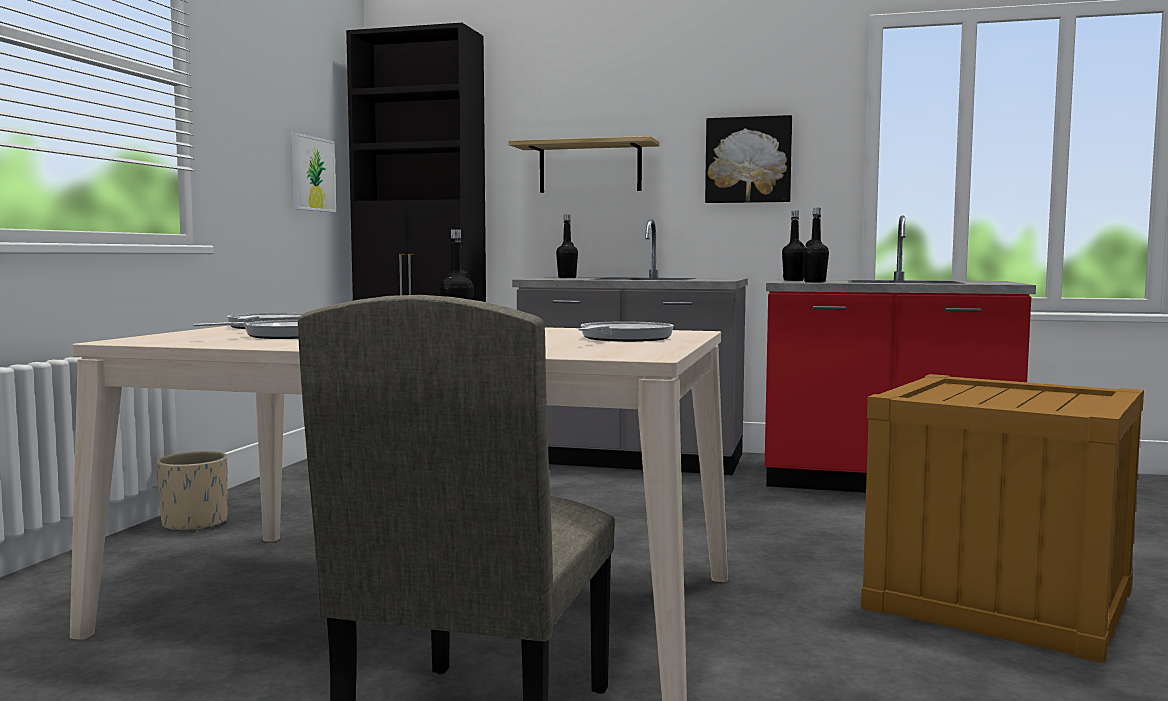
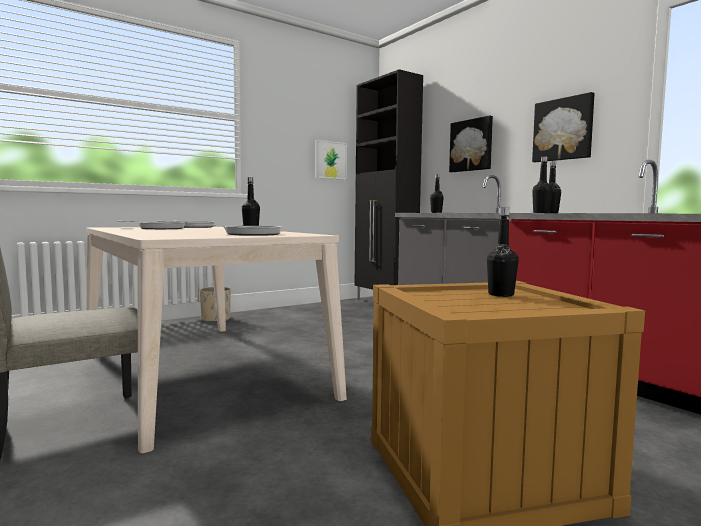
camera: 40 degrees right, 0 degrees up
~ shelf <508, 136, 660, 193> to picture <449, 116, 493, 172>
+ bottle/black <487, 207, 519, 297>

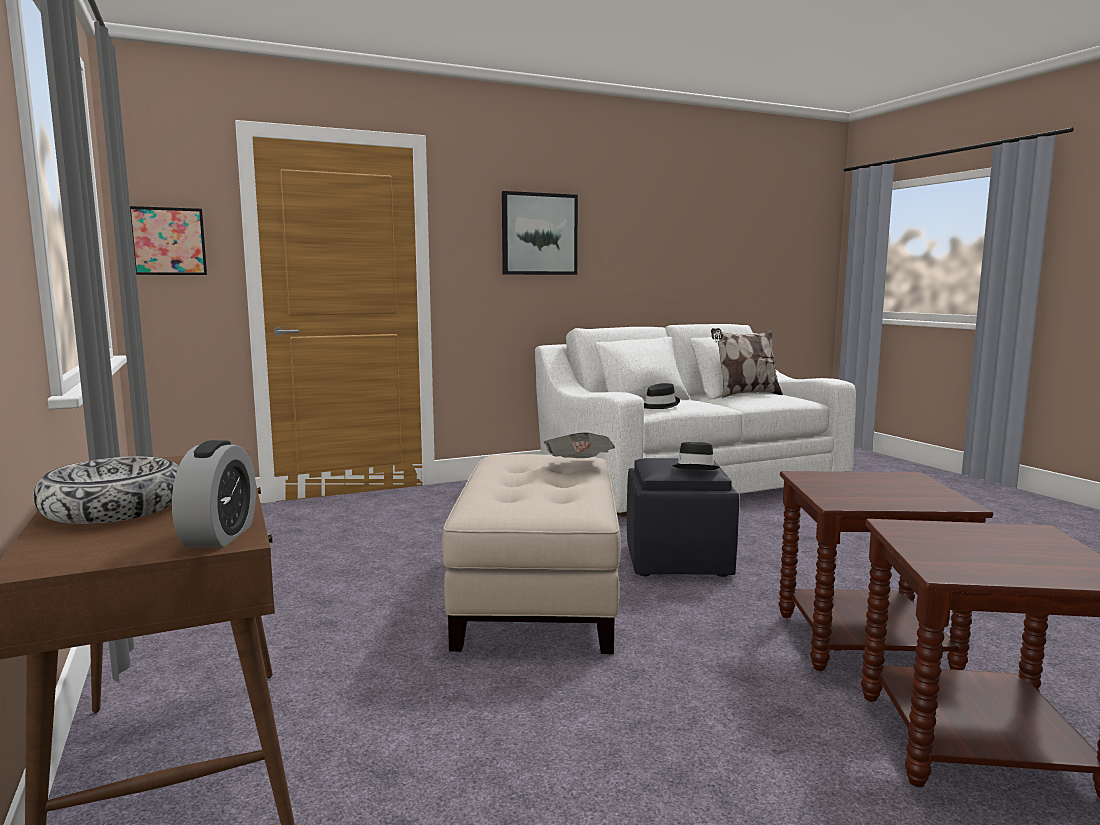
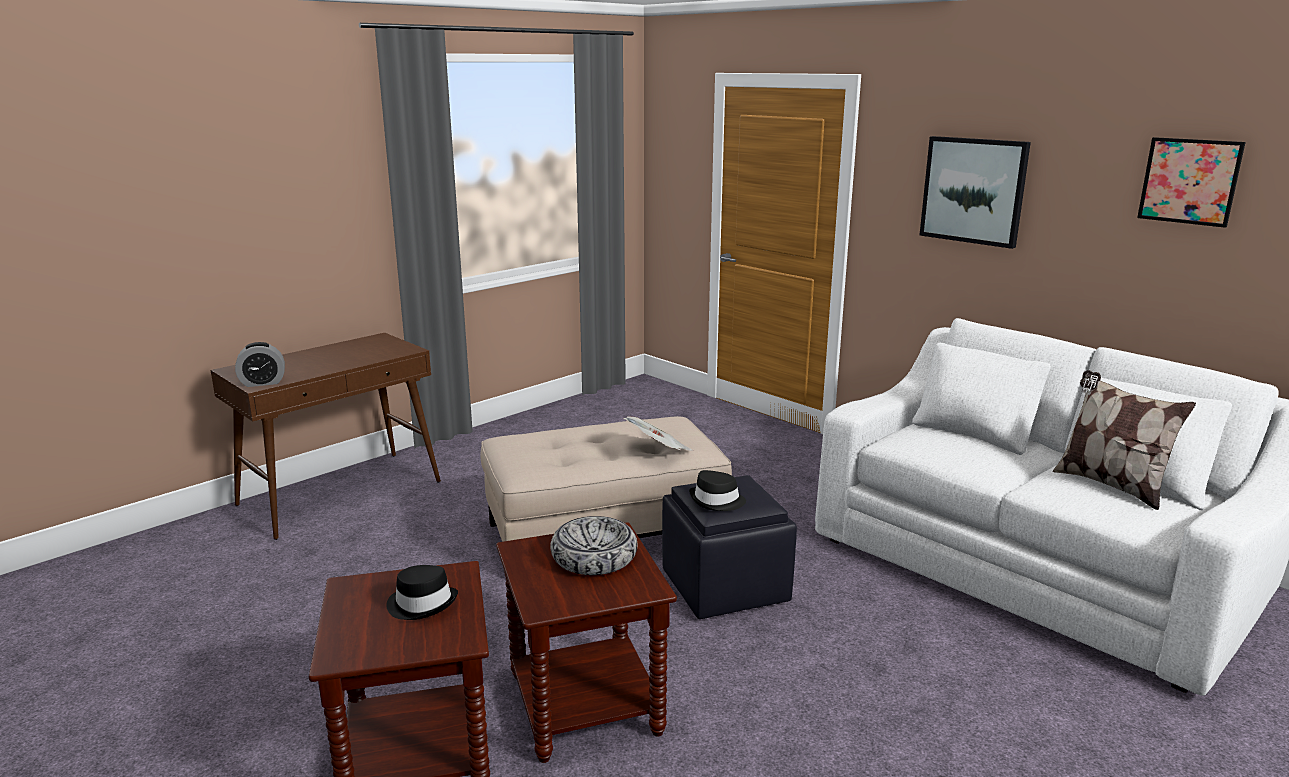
camera: 70 degrees right, 10 degrees up
~ bowl <33, 456, 179, 524> to <550, 516, 638, 575>
~ picture <130, 206, 207, 275> to <1137, 137, 1246, 228>
~ hat/black <644, 383, 680, 409> to <386, 565, 458, 620>

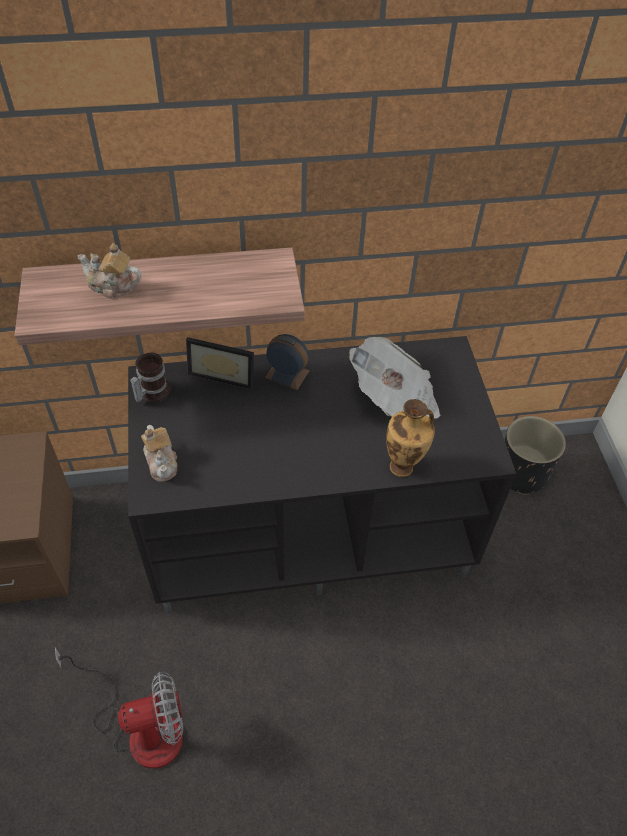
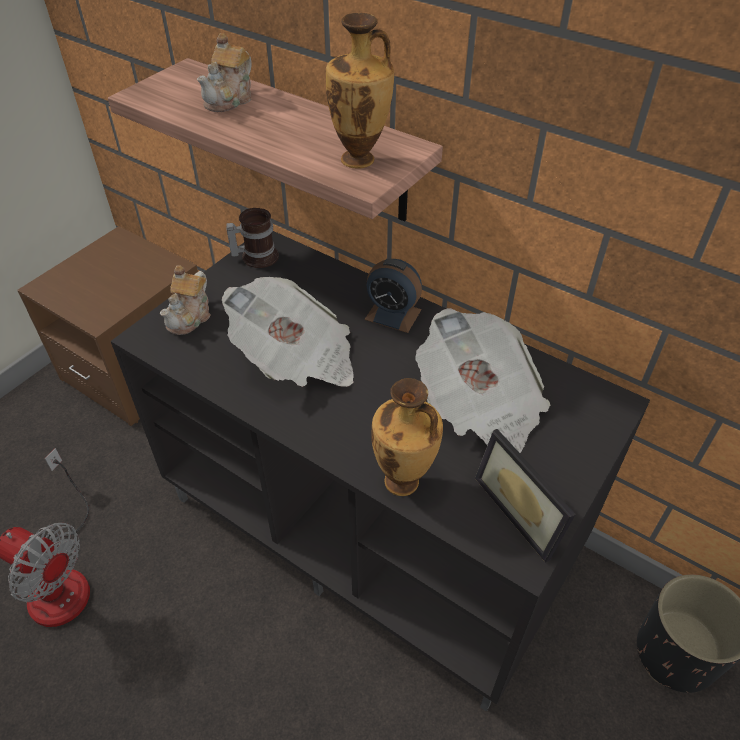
camera: 45 degrees right, 5 degrees down
~ teapot <78, 243, 141, 299> = <197, 33, 252, 112> 120 degrees counterclockwise
~ picture frame <186, 337, 254, 390> to <475, 429, 576, 562>
~ alarm clock <265, 334, 310, 390> = <365, 259, 422, 333> 135 degrees clockwise
+ newspaper <222, 277, 354, 387>
+ vase <326, 13, 394, 169>

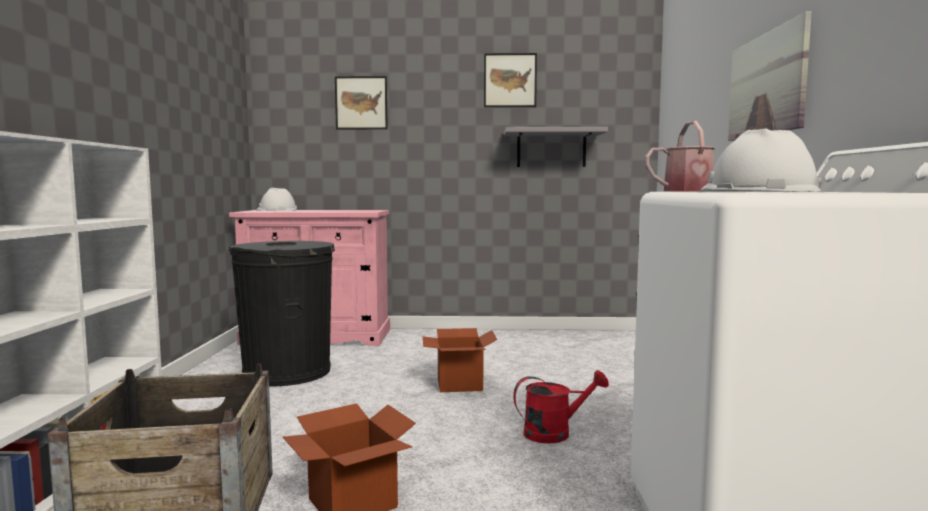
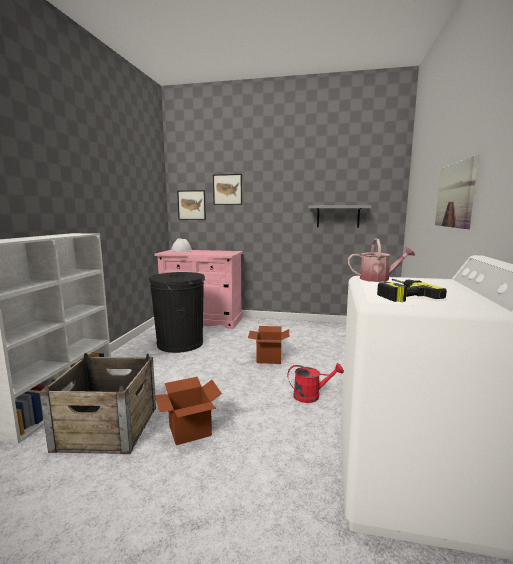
camera: 10 degrees right, 5 degrees up
~ picture <484, 53, 537, 107> to <177, 190, 206, 220>
~ hard hat/white <700, 129, 821, 192> to power drill <377, 278, 447, 302>

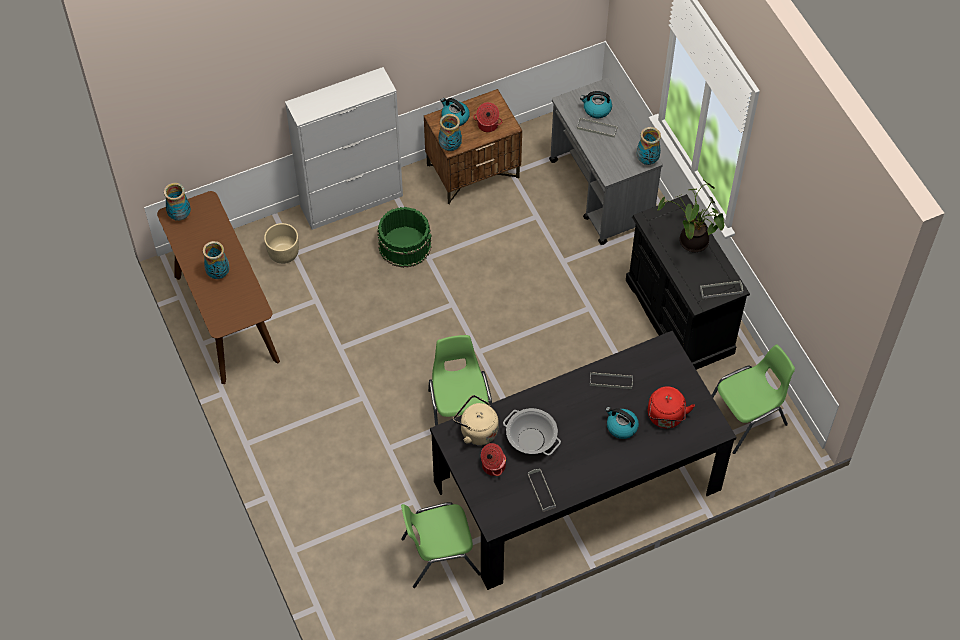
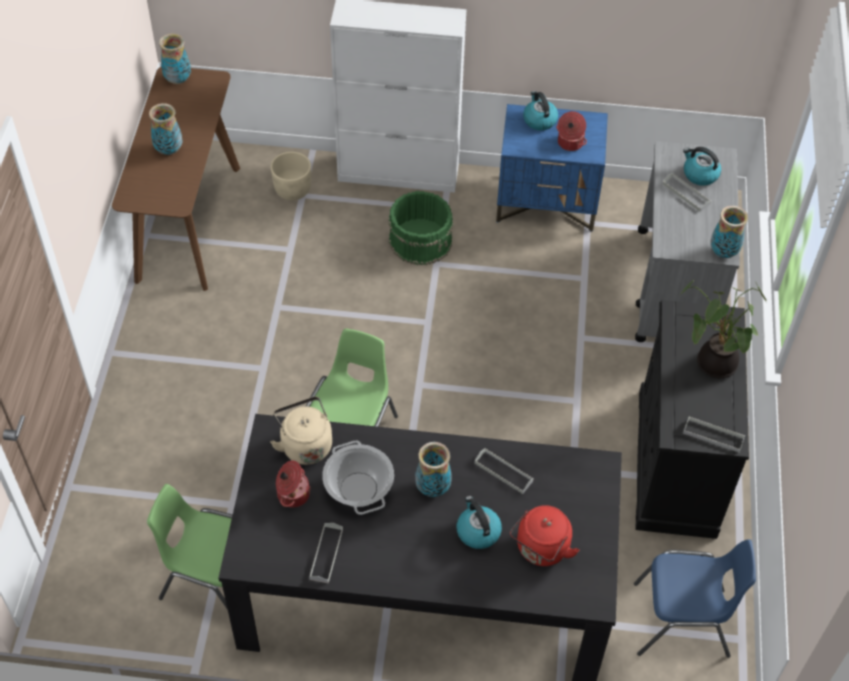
camera: 30 degrees right, 5 degrees down
~ nightstand/brown <424, 89, 522, 204> to nightstand/blue <496, 104, 608, 232>
~ vase <438, 114, 462, 151> to <415, 442, 452, 497>
~ chair/green <712, 345, 795, 454> to chair/blue <634, 539, 756, 658>

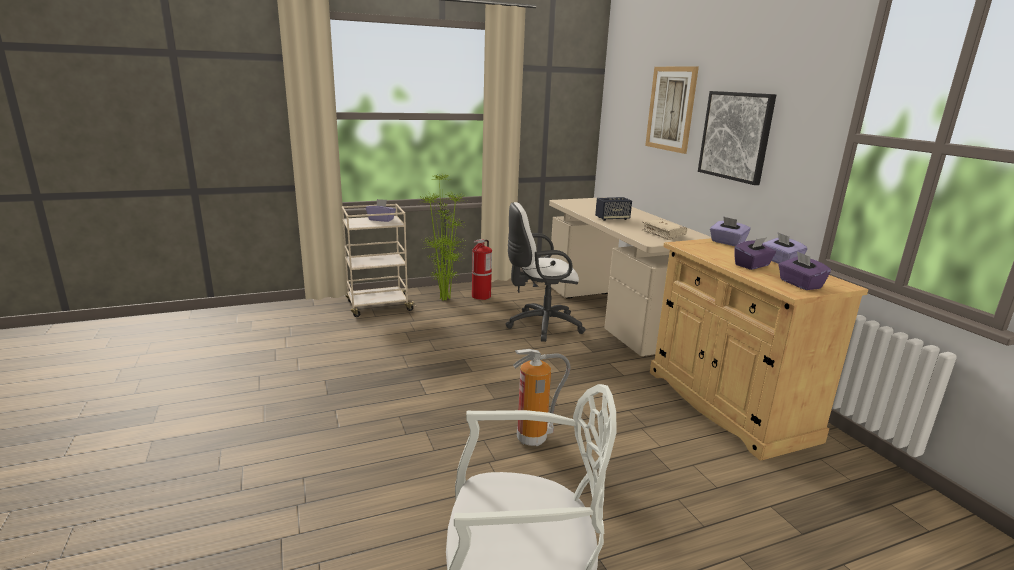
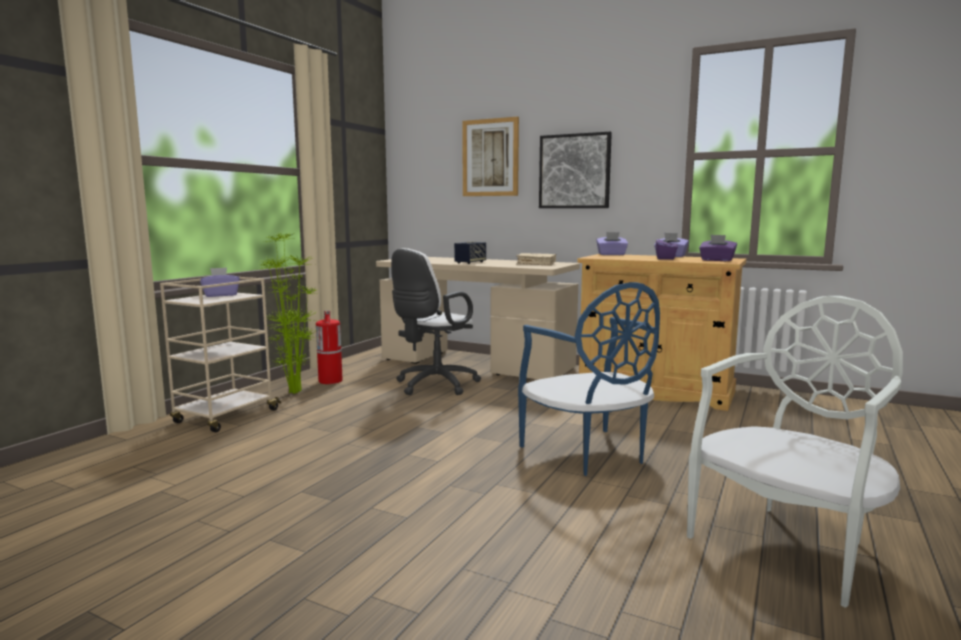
camera: 40 degrees left, 10 degrees down
~ fire extinguisher <513, 349, 570, 446> to chair/blue <518, 282, 660, 476>

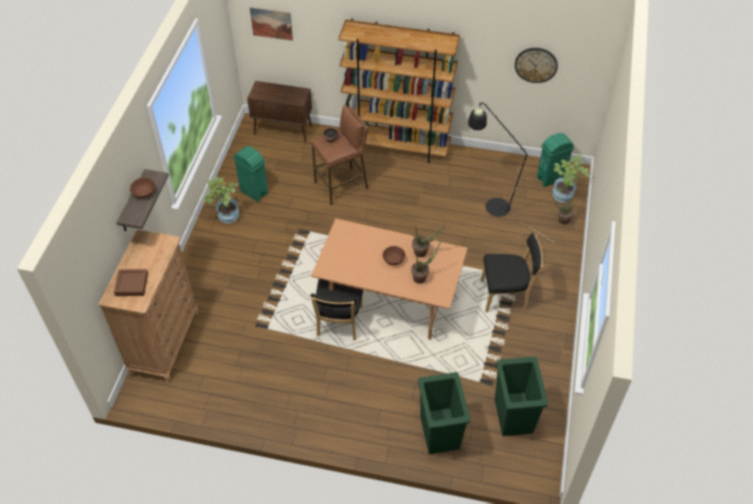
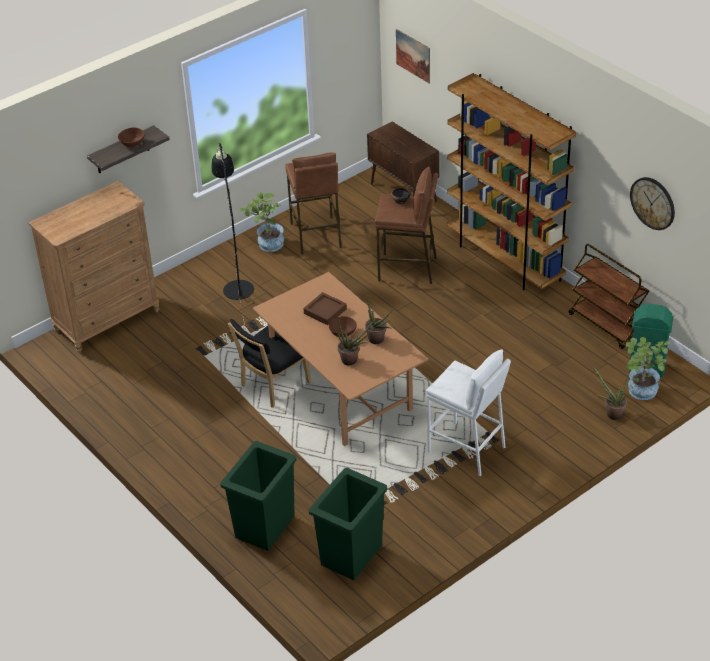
camera: 40 degrees right, 10 degrees down
~ tray/brown <114, 269, 148, 296> to <303, 292, 347, 325>
~ trash can/green <233, 146, 268, 202> to stool/brown <285, 152, 342, 254>
~ floor lamp/black <468, 102, 555, 243> to <212, 143, 254, 330>
~ chair/black <481, 233, 543, 312> to stool/white <426, 349, 511, 476>
+ cart/brown <569, 244, 649, 349>

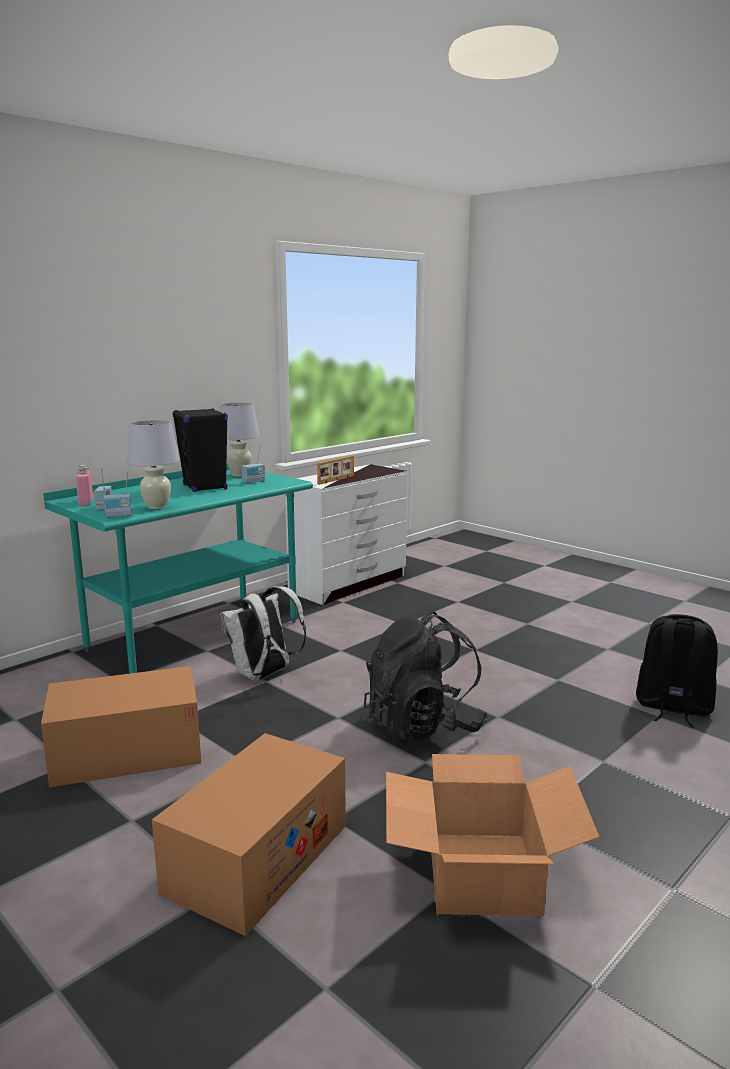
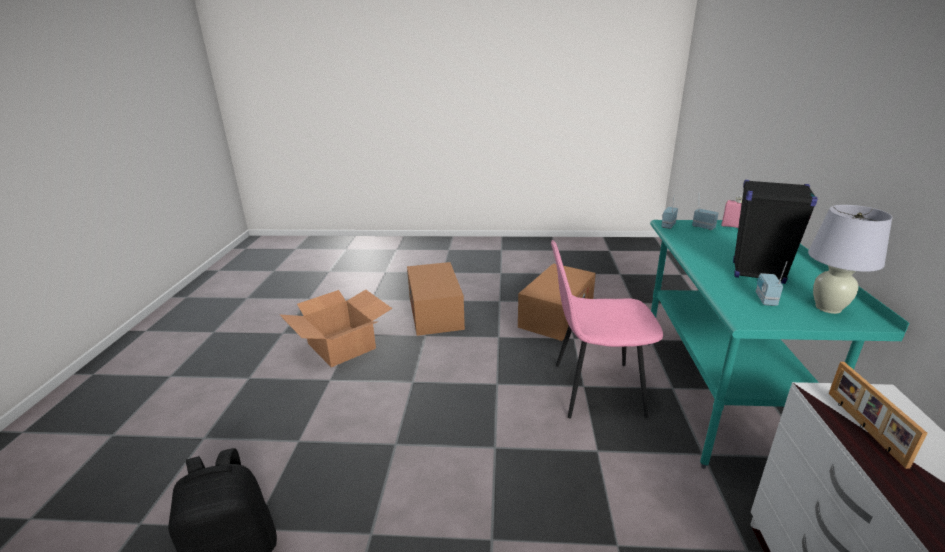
camera: 140 degrees right, 10 degrees up
- table lamp/white <127, 420, 180, 509>
~ backpack/white <220, 586, 306, 681> to chair/pink <551, 240, 663, 418>
- backpack/black <364, 612, 488, 743>

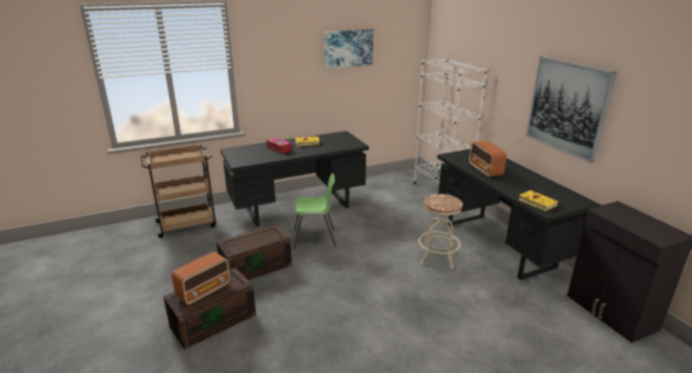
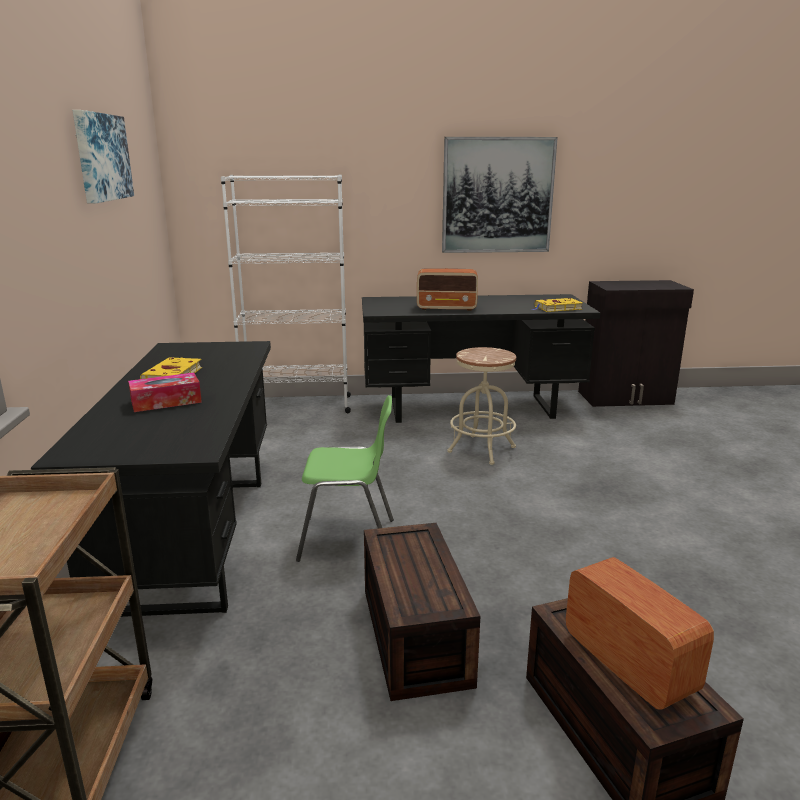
camera: 70 degrees left, 5 degrees down
~ chair/green <293, 173, 336, 249> = <296, 395, 394, 562> 75 degrees clockwise

